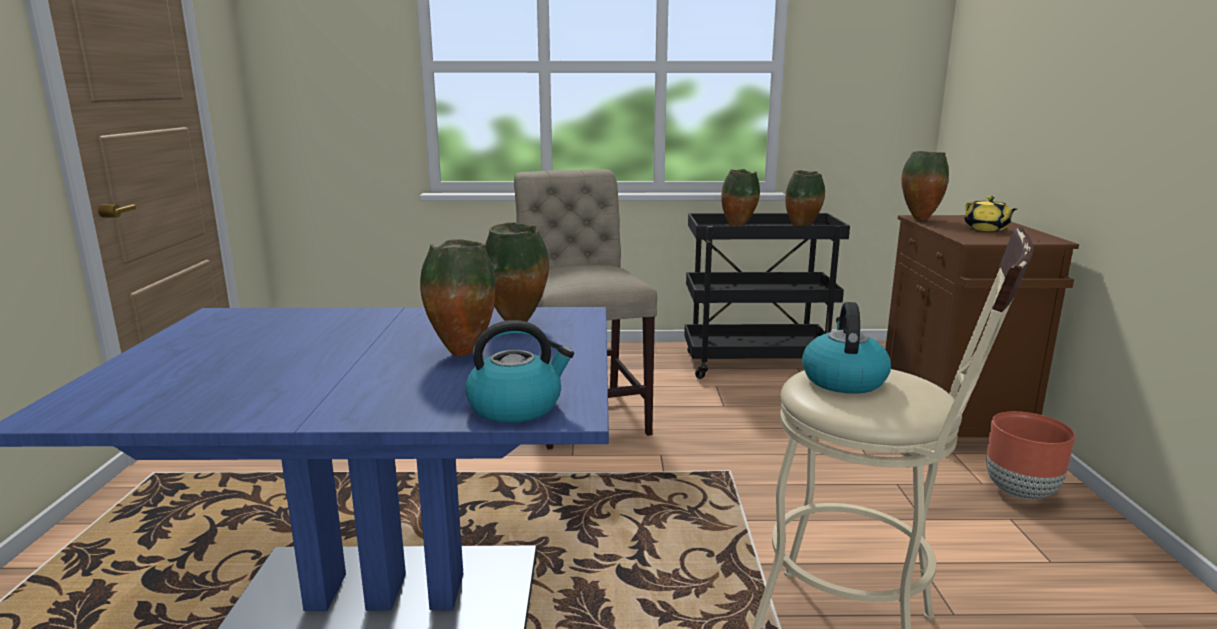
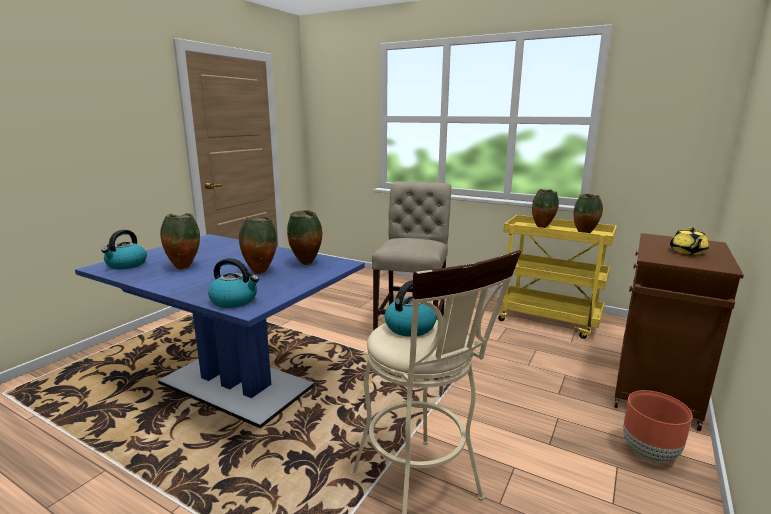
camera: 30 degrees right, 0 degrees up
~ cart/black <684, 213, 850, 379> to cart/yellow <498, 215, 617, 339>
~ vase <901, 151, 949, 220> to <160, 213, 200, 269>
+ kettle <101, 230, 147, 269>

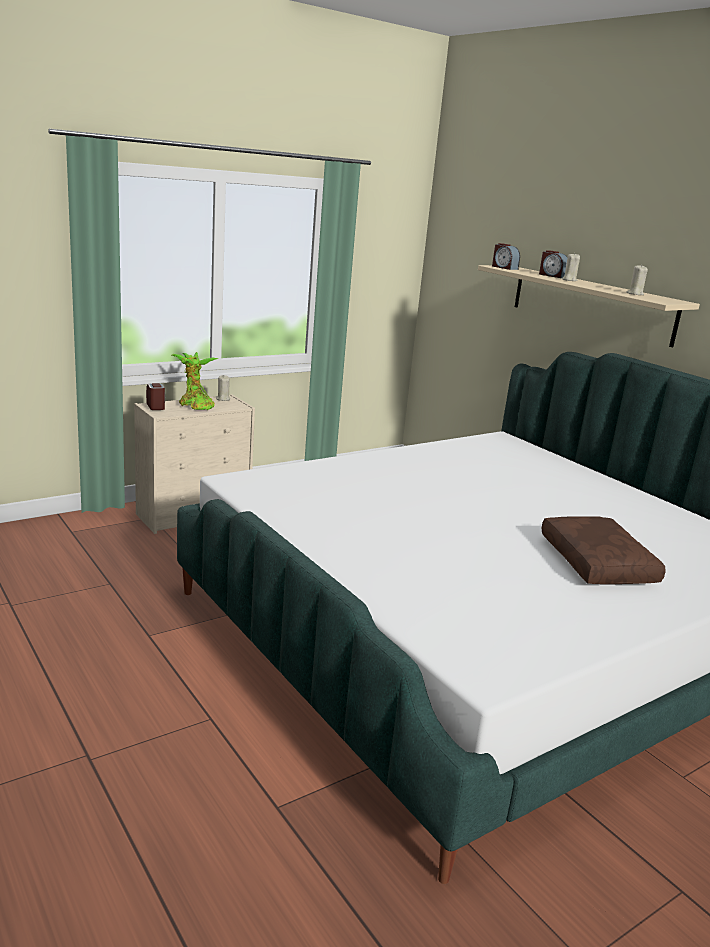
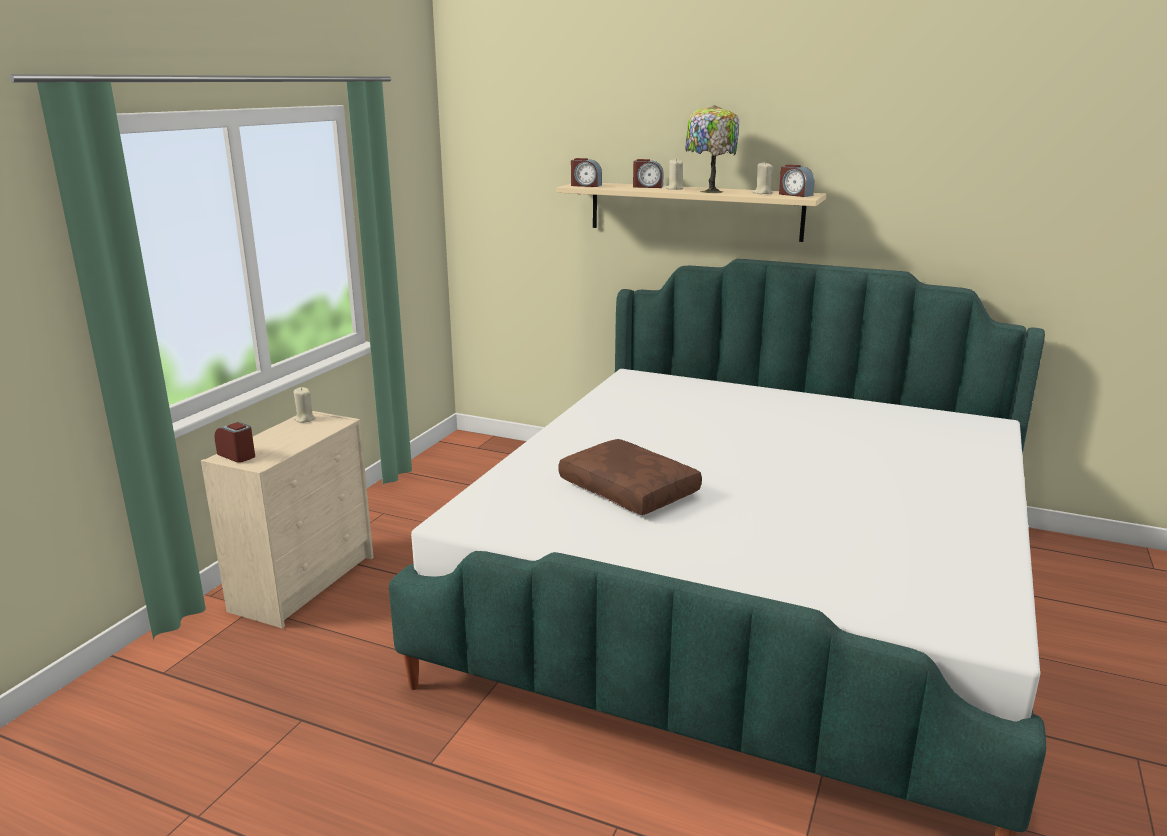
camera: 30 degrees left, 0 degrees up
- potted plant <172, 352, 219, 410>
~ pillow/brown <541, 516, 666, 585> to <559, 439, 702, 515>
+ table lamp <685, 105, 739, 193>
+ alarm clock <779, 165, 815, 197>

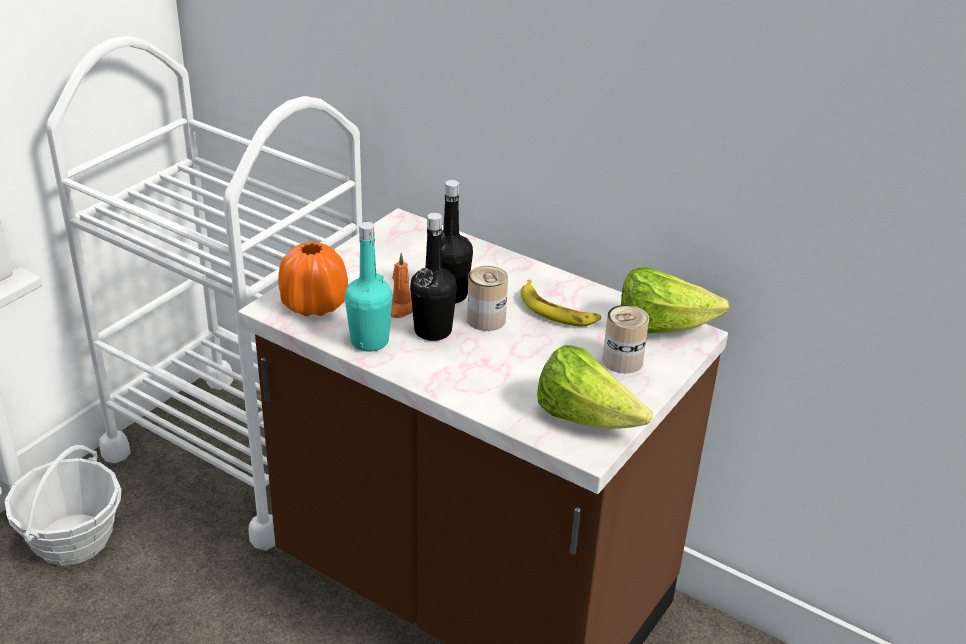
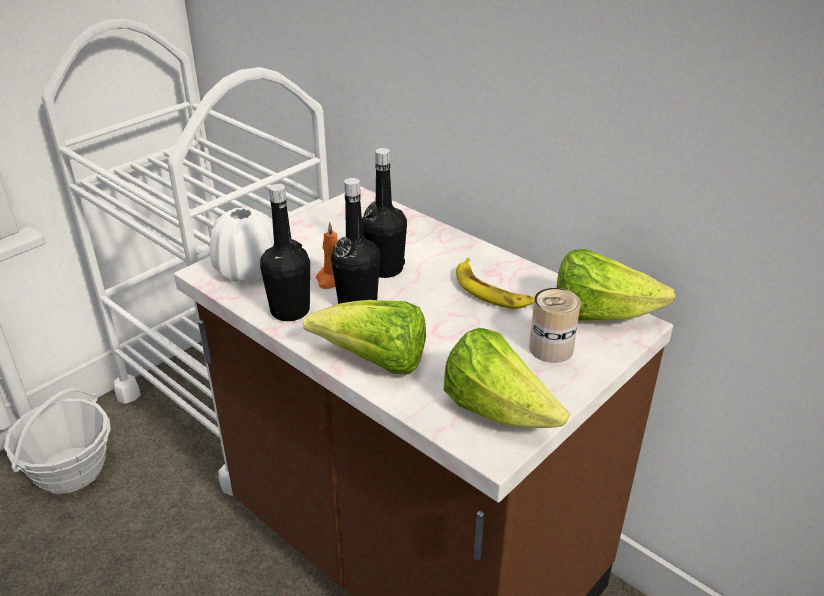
camera: 10 degrees right, 0 degrees up
~ vase/orange <278, 242, 348, 317> to vase/white <210, 207, 274, 283>
~ bottle/turquoise <345, 222, 393, 351> to bottle/black <260, 184, 310, 321>
- can <467, 266, 508, 331>
+ lettuce <303, 300, 426, 375>

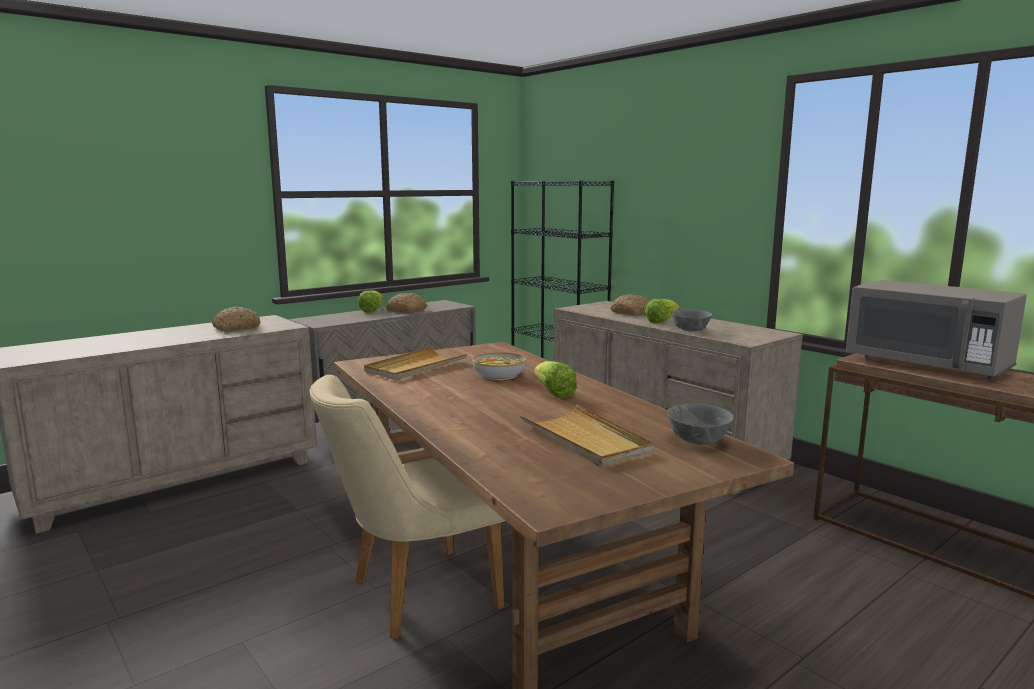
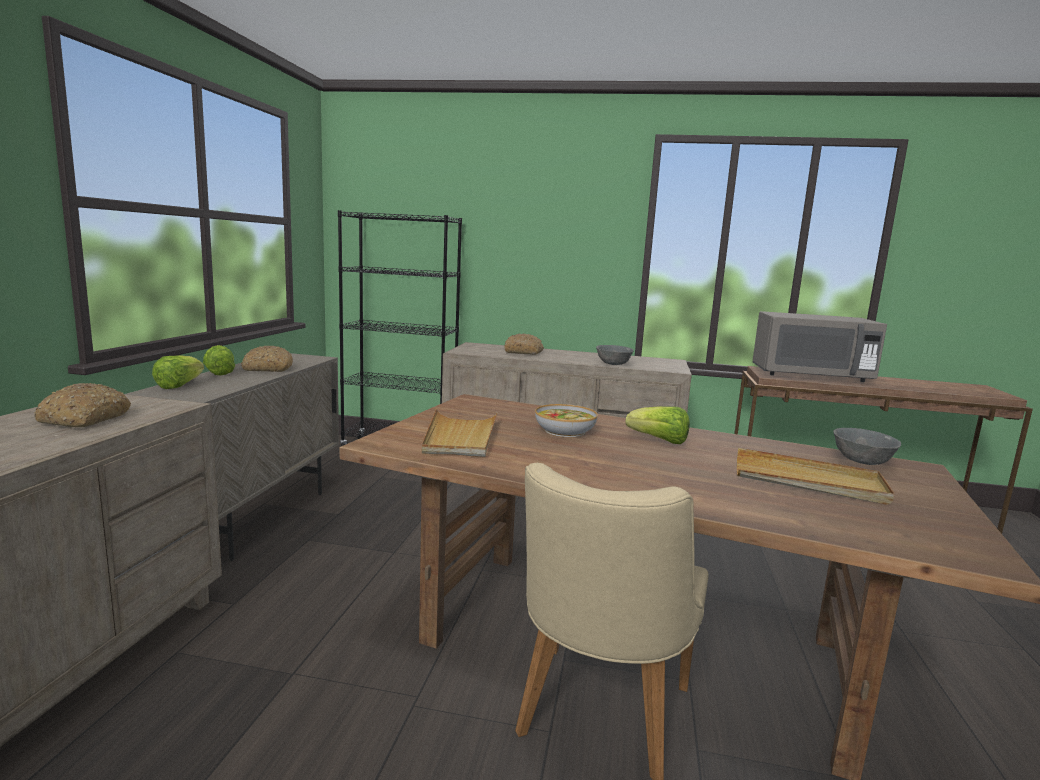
camera: 40 degrees left, 0 degrees up
~ lettuce <645, 299, 680, 323> to <152, 355, 204, 389>

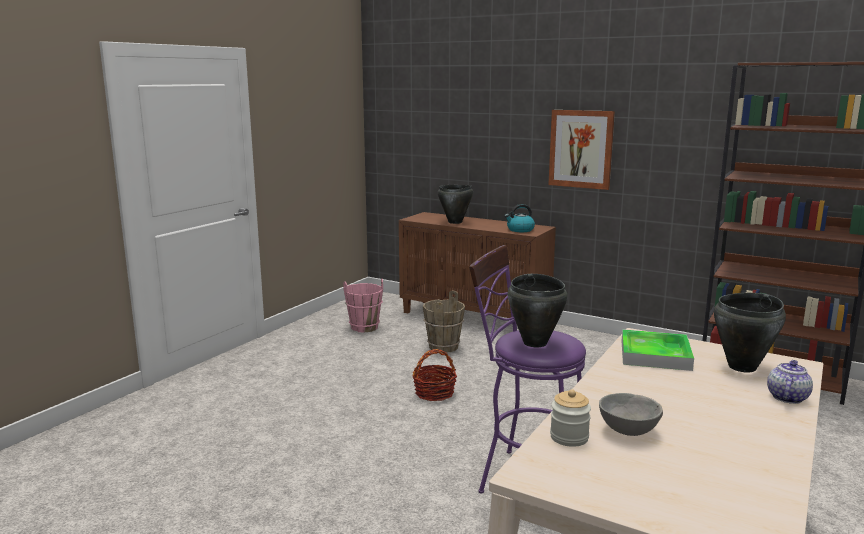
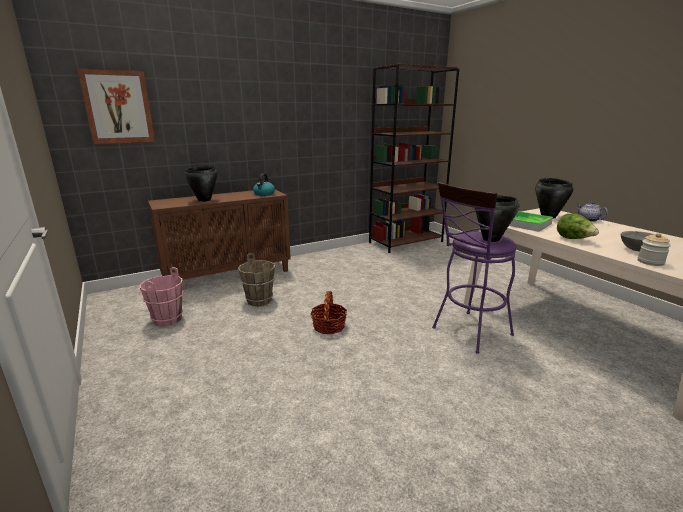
camera: 60 degrees left, 5 degrees up
~ picture <548, 110, 615, 190> to <78, 69, 155, 144>
+ lettuce <557, 213, 599, 239>

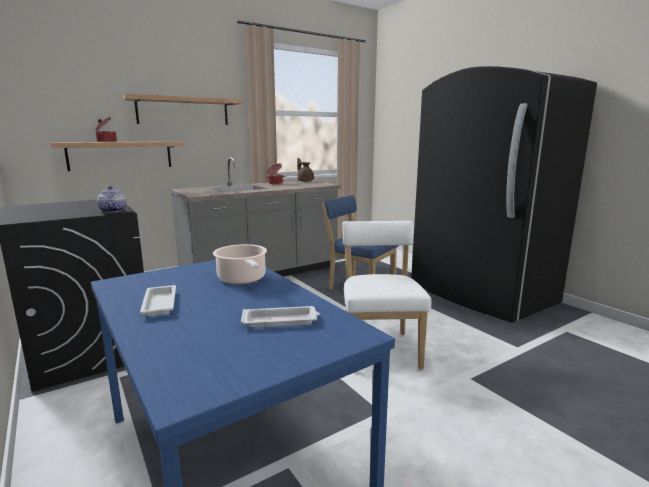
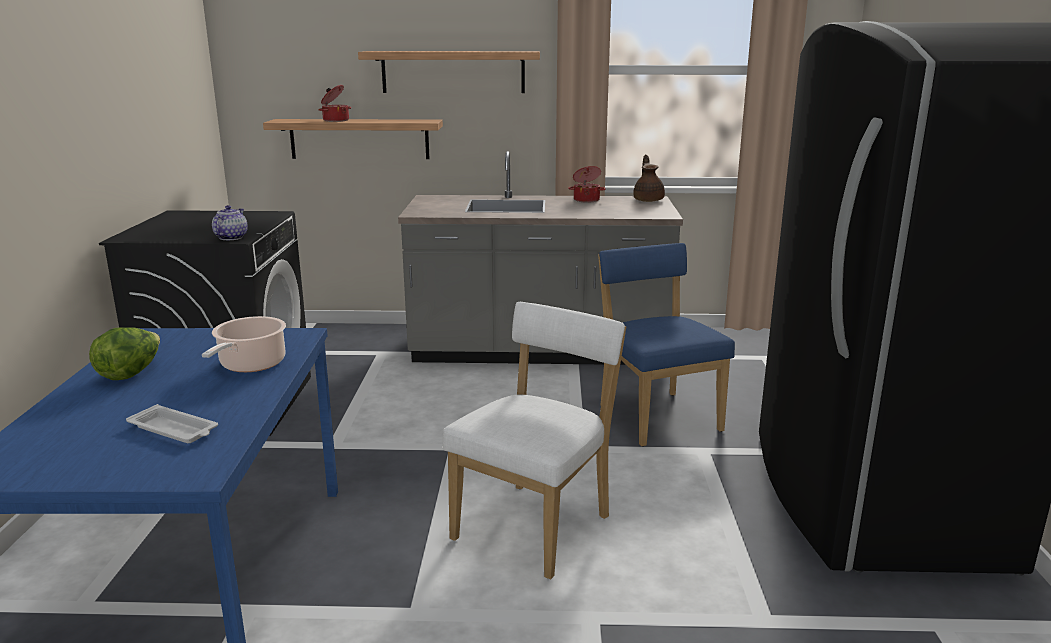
camera: 35 degrees right, 5 degrees up
~ tray/white <140, 285, 176, 316> to lettuce <89, 327, 160, 380>

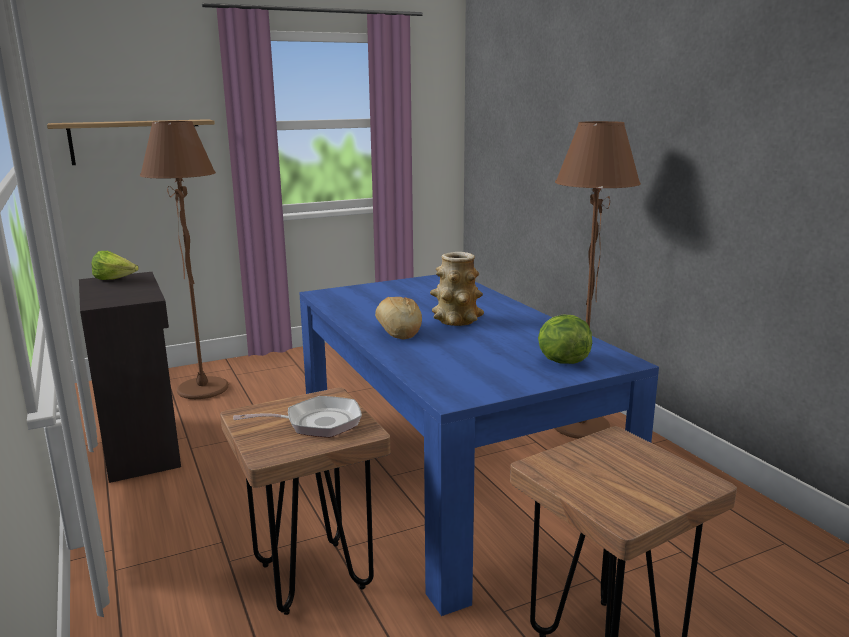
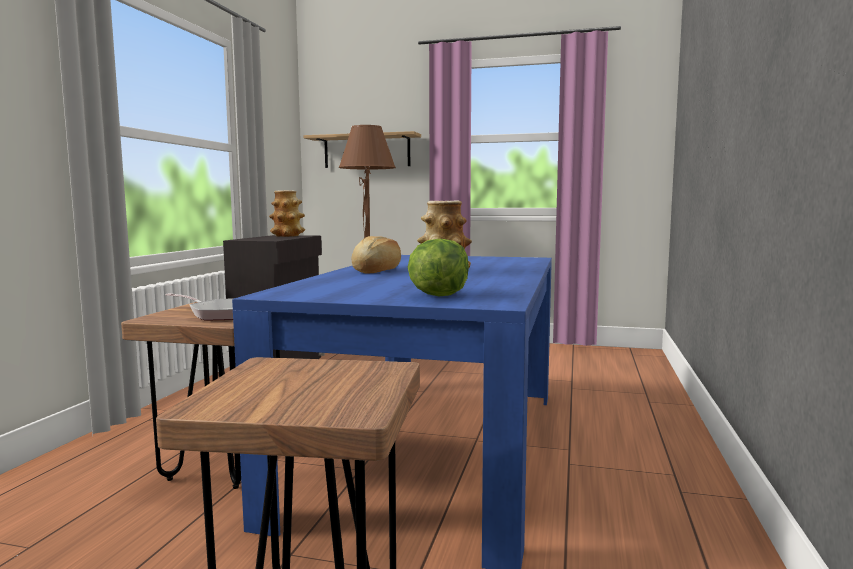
camera: 40 degrees right, 10 degrees down
~ lettuce <91, 251, 139, 280> to vase <269, 190, 305, 237>
- floor lamp/brown <554, 121, 641, 439>

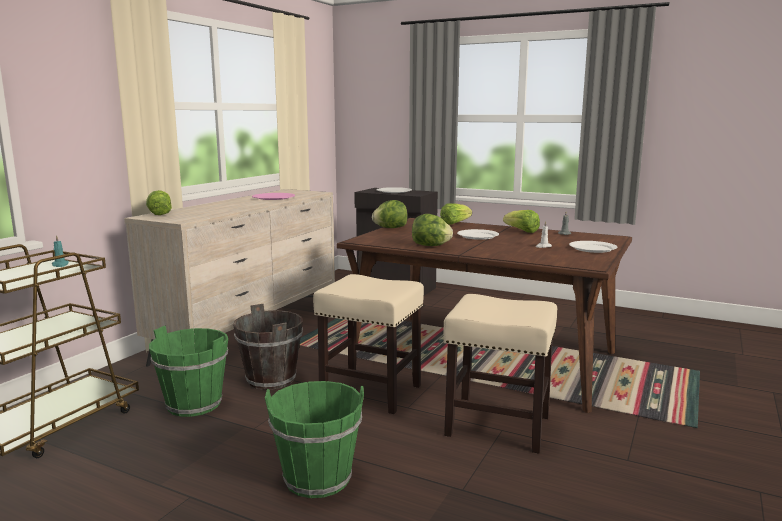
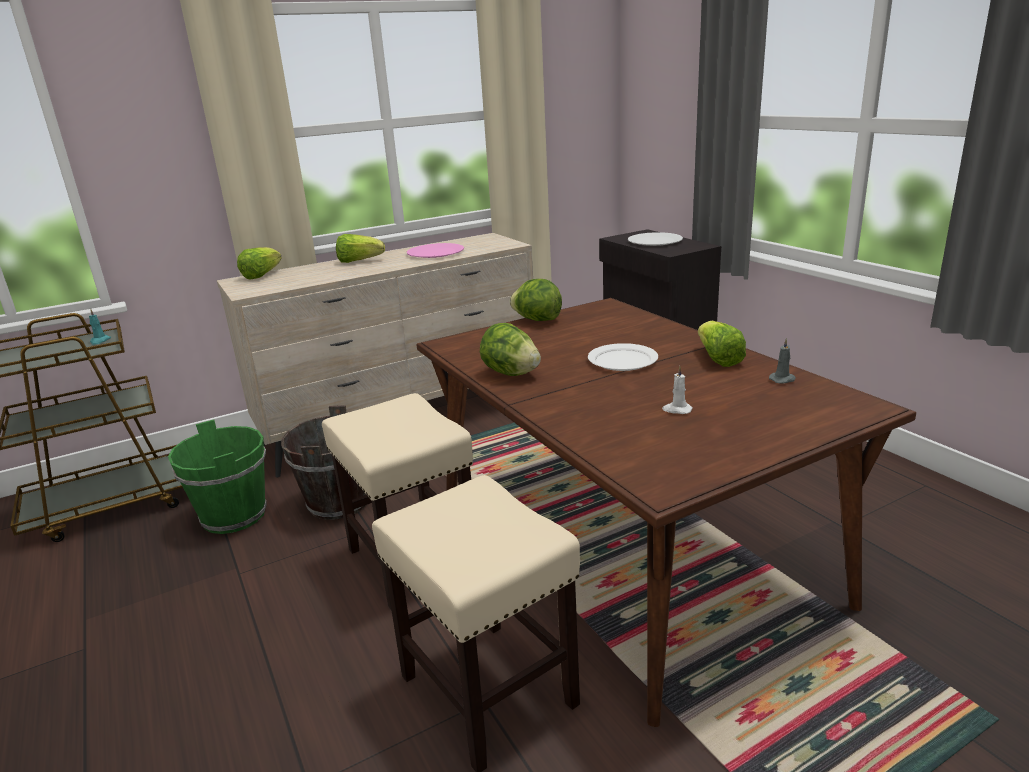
camera: 35 degrees right, 10 degrees up
- bucket/green <265, 381, 364, 498>
~ lettuce <440, 203, 472, 225> to <336, 234, 385, 263>
- plate/white <569, 241, 617, 253>

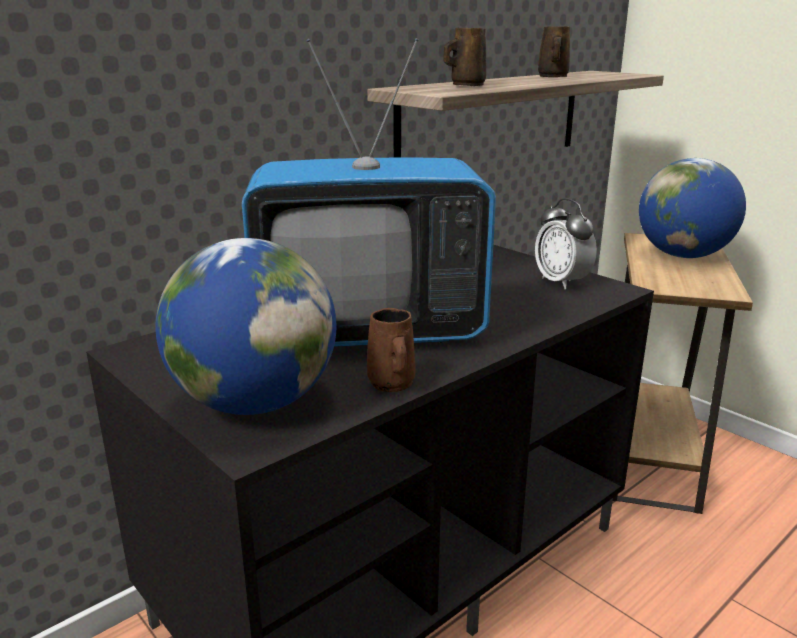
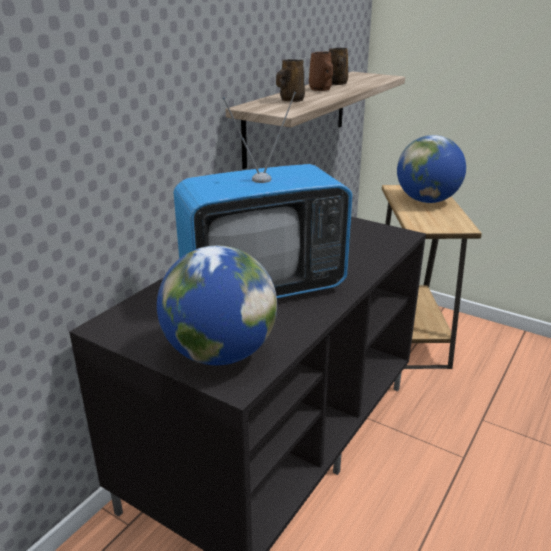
camera: 15 degrees left, 5 degrees up
~ mug/brown <367, 308, 416, 392> to <309, 52, 333, 91>
- alarm clock <535, 198, 597, 289>

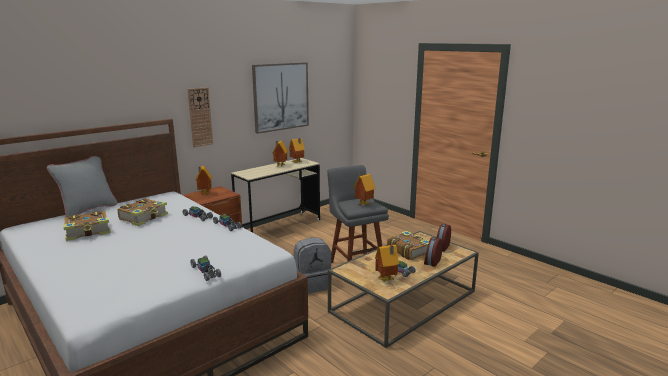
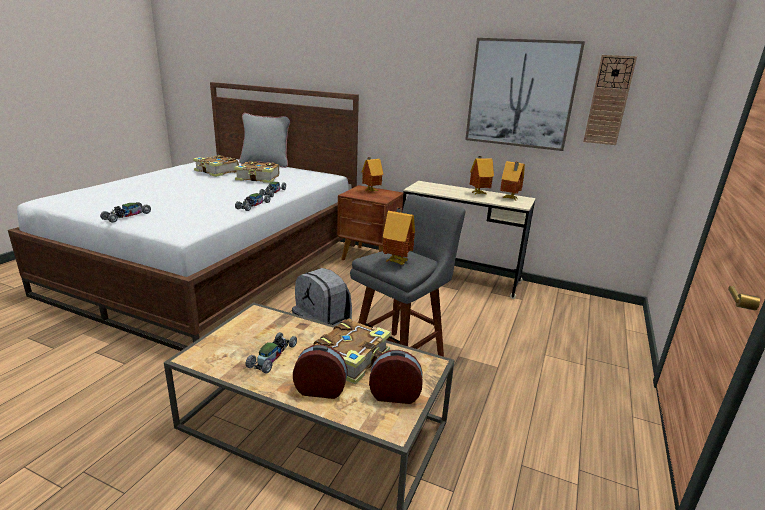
camera: 65 degrees right, 5 degrees up
~ wall clock <188, 87, 213, 147> to <583, 55, 637, 145>
- toy house <375, 245, 399, 282>

